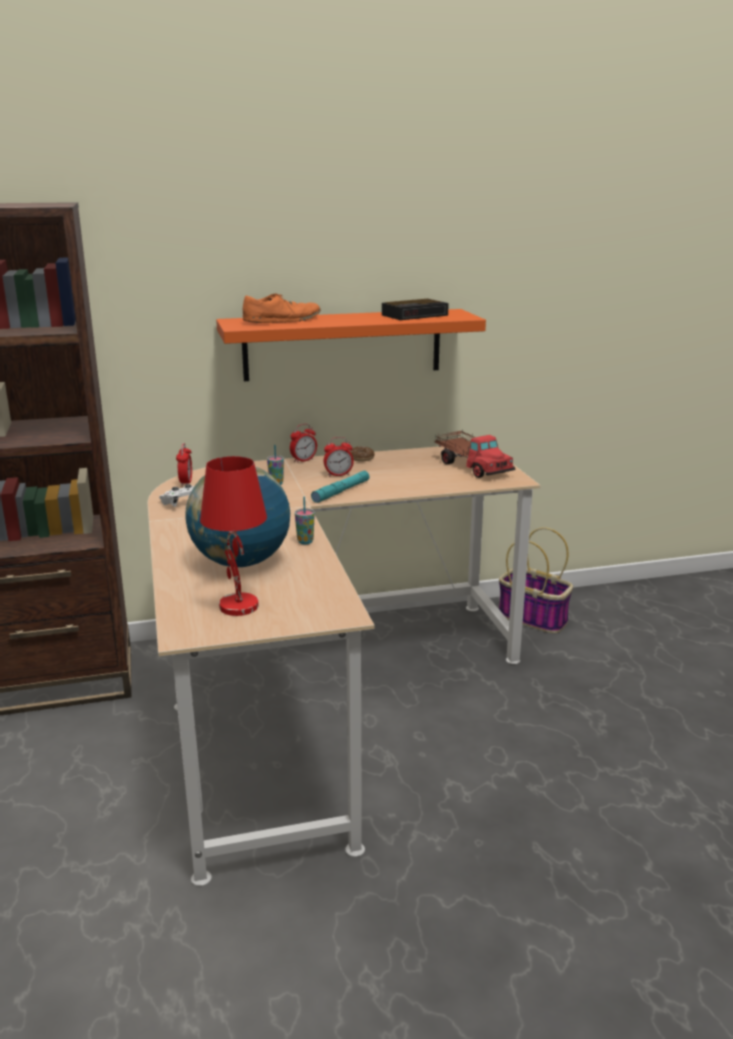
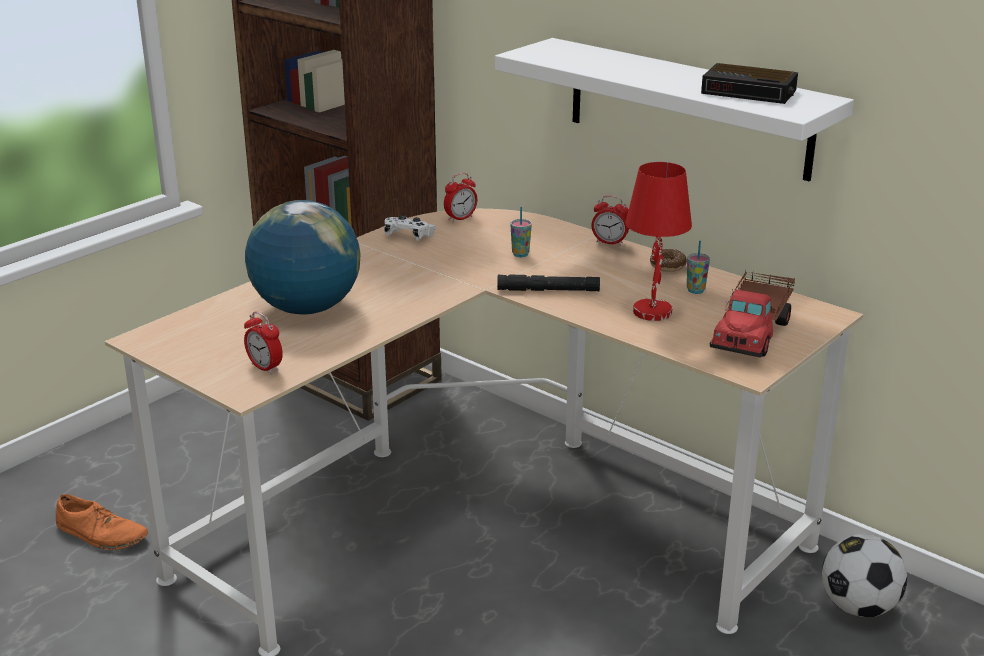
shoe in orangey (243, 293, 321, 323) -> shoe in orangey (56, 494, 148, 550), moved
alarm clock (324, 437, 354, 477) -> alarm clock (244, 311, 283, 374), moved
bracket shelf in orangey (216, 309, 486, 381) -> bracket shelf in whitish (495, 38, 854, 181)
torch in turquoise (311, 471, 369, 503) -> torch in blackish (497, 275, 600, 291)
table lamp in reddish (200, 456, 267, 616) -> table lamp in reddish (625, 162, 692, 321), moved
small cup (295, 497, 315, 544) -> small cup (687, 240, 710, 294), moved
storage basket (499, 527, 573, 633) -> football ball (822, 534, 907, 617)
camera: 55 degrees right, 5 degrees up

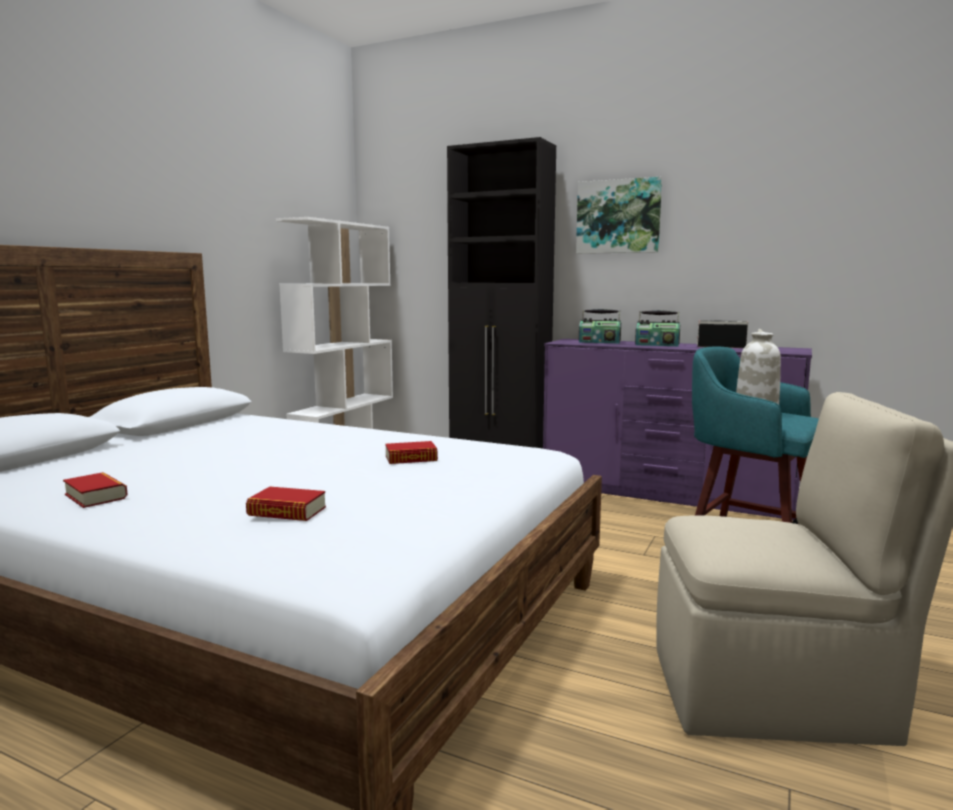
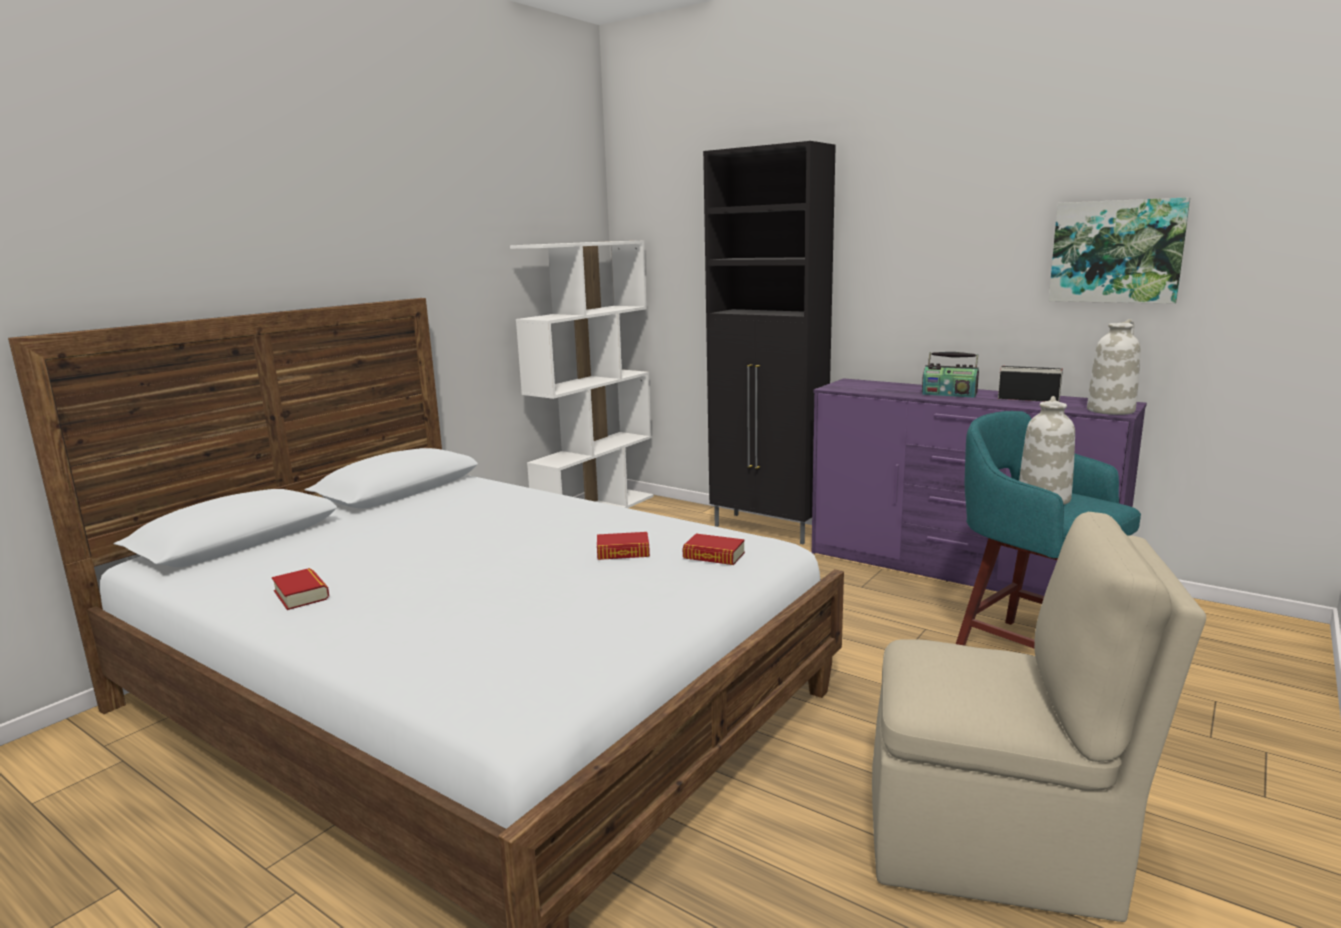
book (246, 487, 326, 521) -> book (683, 534, 745, 565), moved
picture (576, 177, 662, 254) -> picture (1049, 197, 1190, 304), moved
none -> decorative vase in whitish (1087, 319, 1140, 415)
radio (579, 309, 621, 343) -> none
camera: 10 degrees right, 5 degrees up

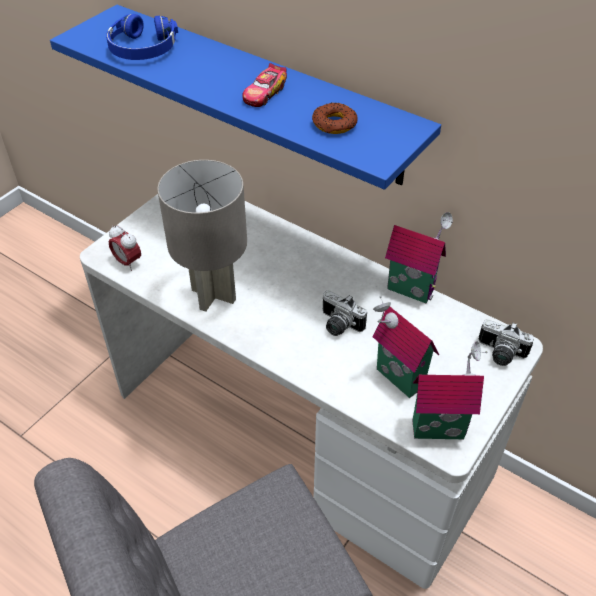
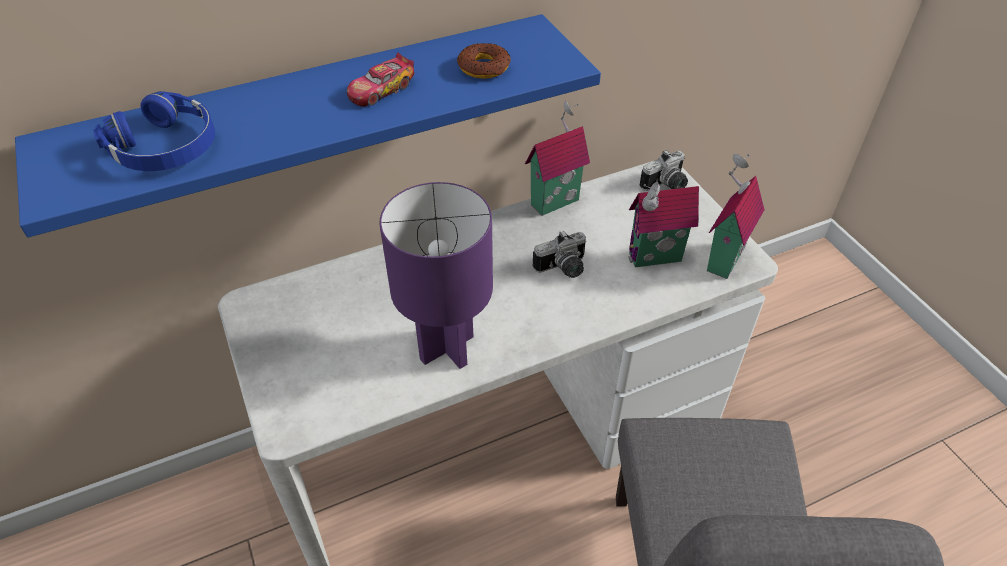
model car (242, 63, 287, 107) -> model car (347, 52, 414, 107), 75 degrees clockwise
table lamp in gray (158, 160, 247, 312) -> table lamp in purple-coloured (380, 182, 493, 369)
alarm clock (109, 225, 141, 271) -> none
camera: 60 degrees left, 0 degrees up

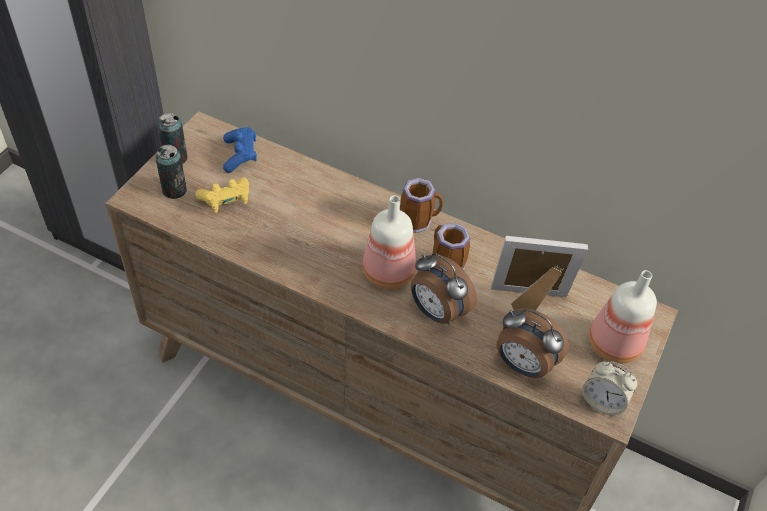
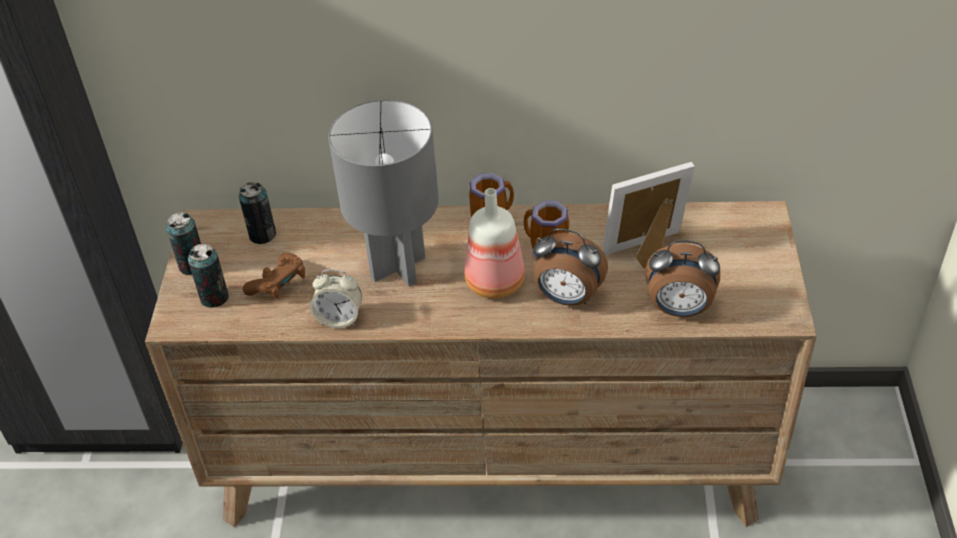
joypad in blue (223, 127, 257, 173) -> can (239, 182, 276, 244)
joypad in yellowish (195, 177, 249, 213) -> joypad in brown-coloured (243, 253, 305, 299)
alarm clock (582, 361, 637, 416) -> alarm clock (310, 269, 362, 328), moved
none -> table lamp in gray (328, 100, 439, 286)
bottle (589, 270, 657, 364) -> none
camera: 20 degrees left, 5 degrees down

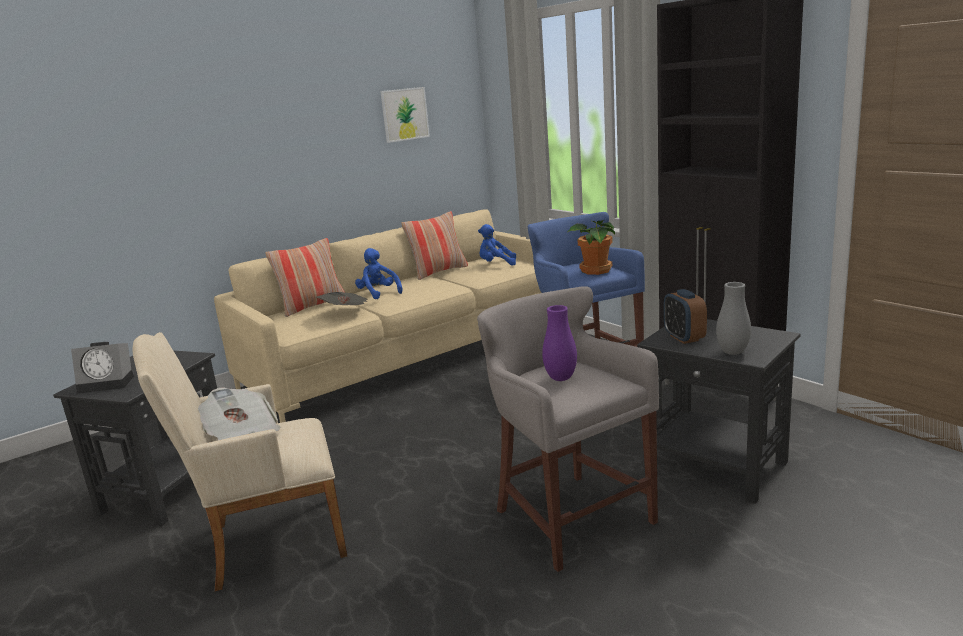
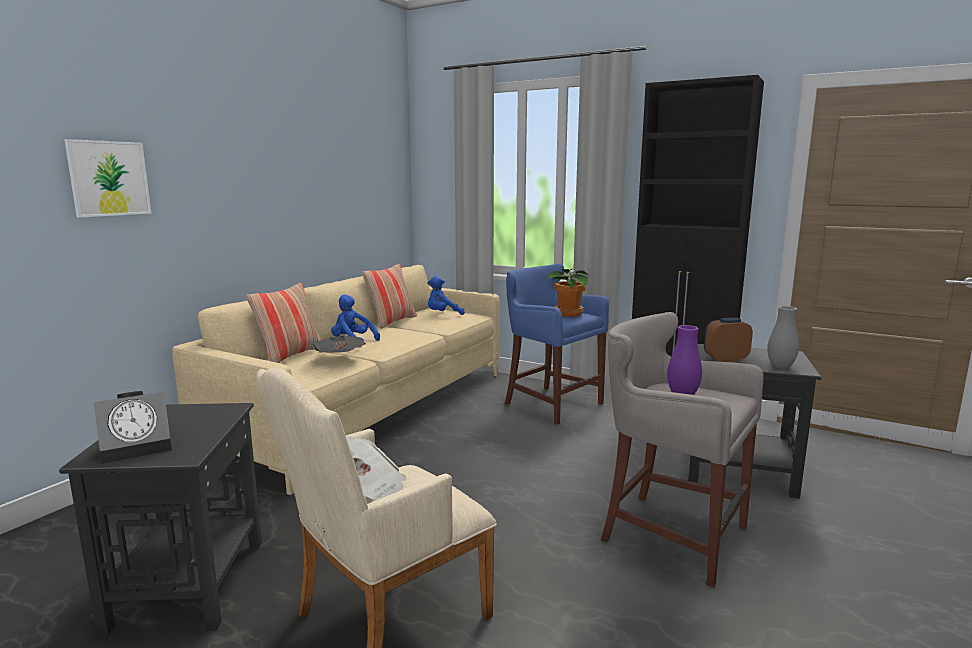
picture (380, 87, 430, 143) -> picture (64, 139, 152, 218), moved
alarm clock (664, 289, 707, 344) -> alarm clock (704, 318, 753, 362), 120 degrees clockwise
camera: 25 degrees left, 5 degrees down

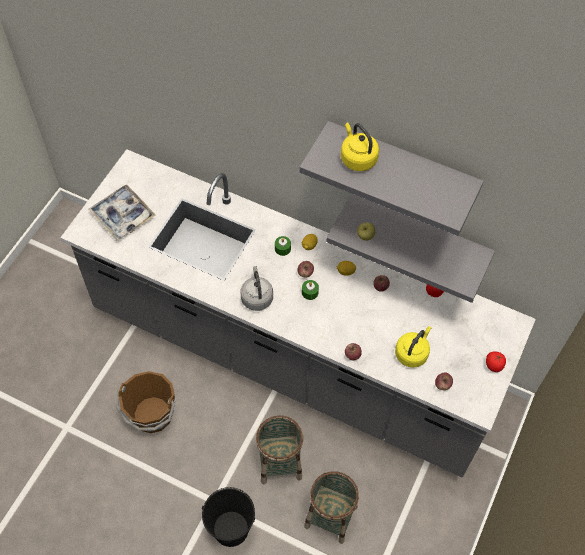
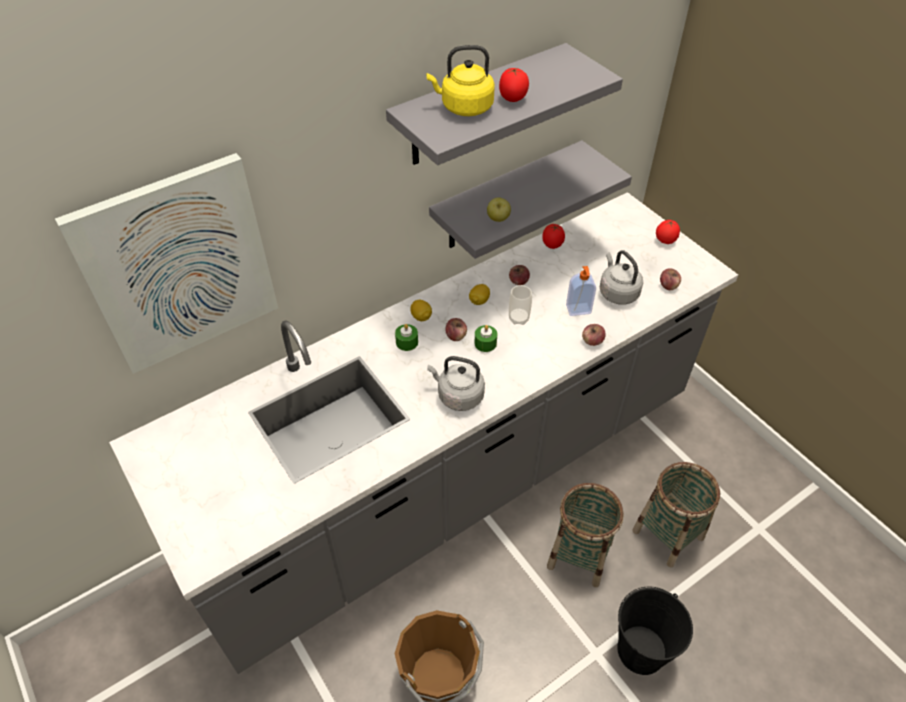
none -> picture (55, 153, 278, 374)
none -> tomato (499, 68, 529, 102)
none -> small cup (509, 285, 532, 325)
none -> soap bottle (566, 266, 596, 316)
tea kettle in yellowish (395, 326, 431, 368) -> tea kettle in gray (600, 250, 643, 305)
serving tray (88, 185, 156, 240) -> none
camera: 60 degrees left, 10 degrees down

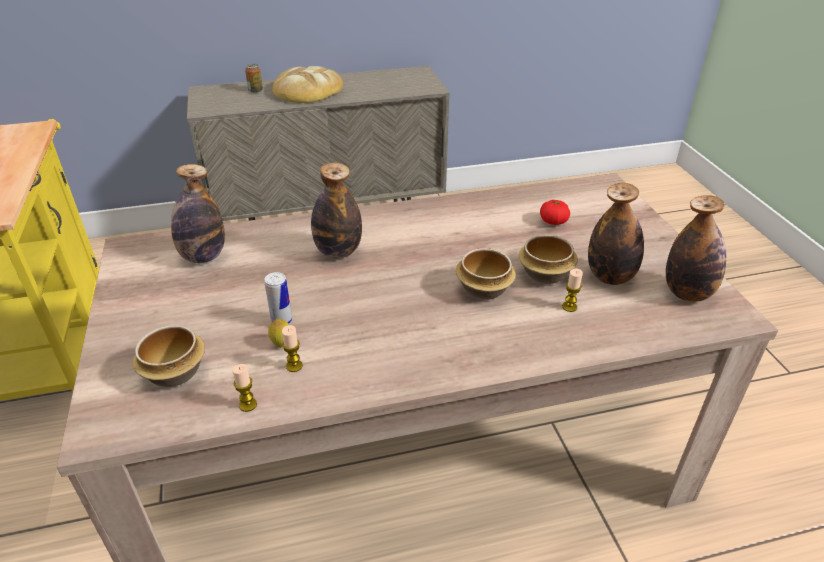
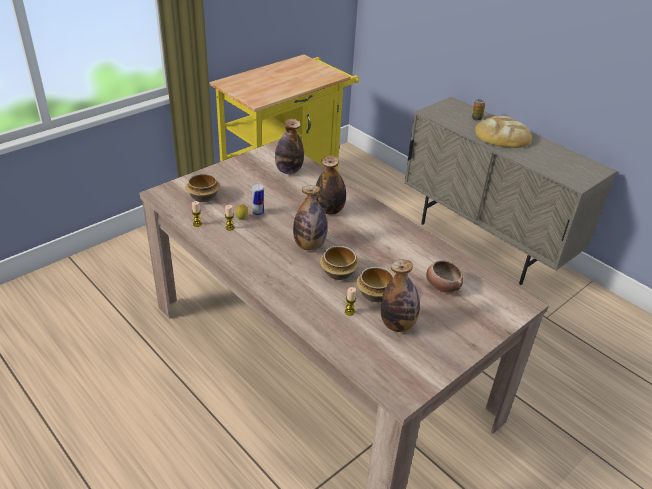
bottle (666, 195, 726, 302) -> bottle (293, 185, 327, 251), moved
tomato (540, 200, 570, 225) -> bowl (426, 260, 463, 293)
camera: 60 degrees right, 0 degrees up

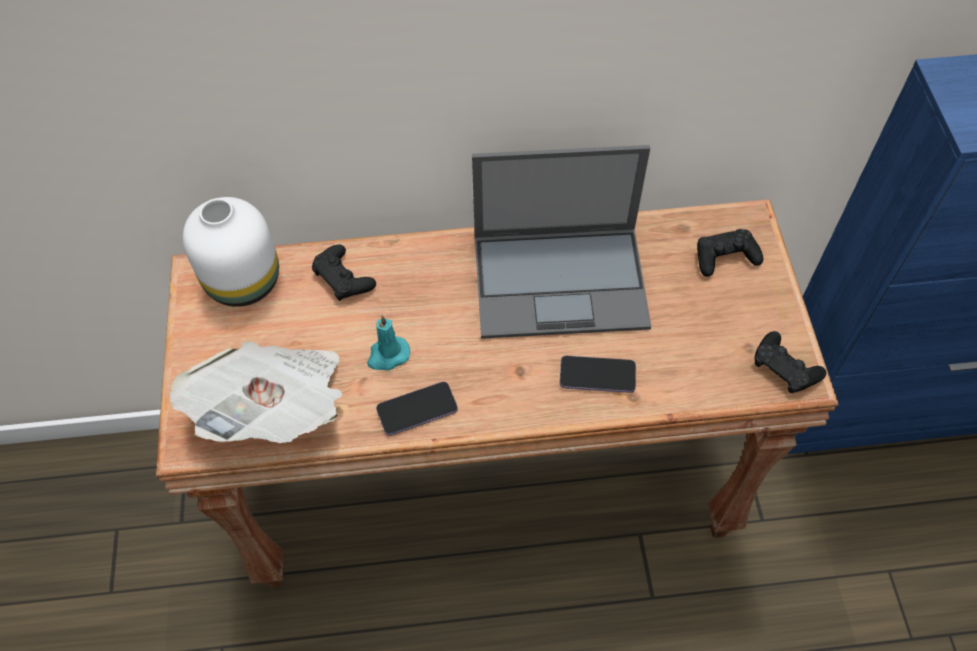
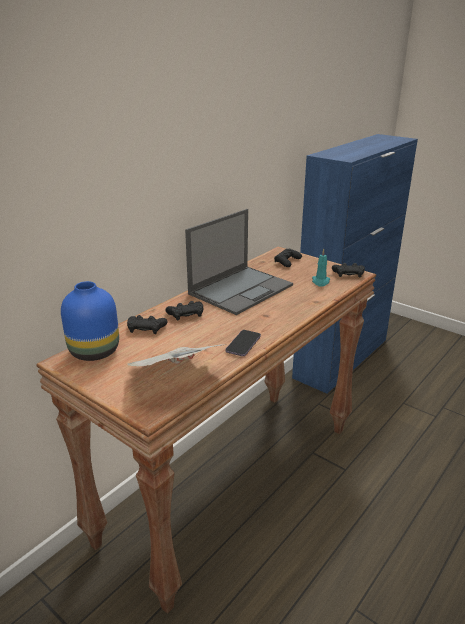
decorative vase in whitish (183, 197, 279, 307) -> decorative vase in blue (61, 281, 119, 361)
none -> joypad in blackish (166, 301, 204, 321)
candle in turquoise (367, 315, 410, 371) -> candle in turquoise (312, 249, 330, 287), moved
phone (560, 356, 636, 393) -> none
camera: 45 degrees left, 30 degrees down

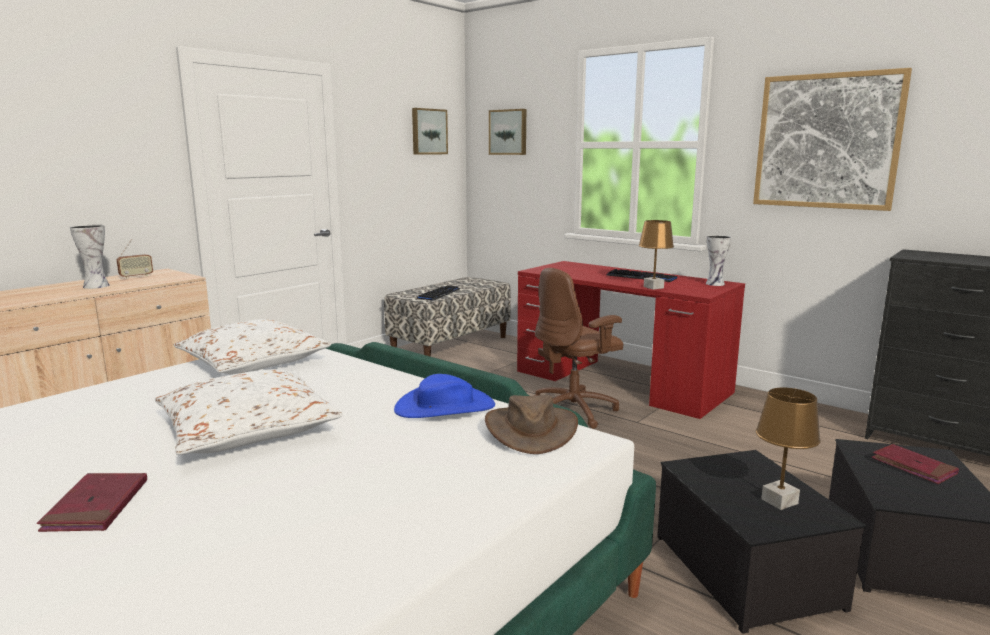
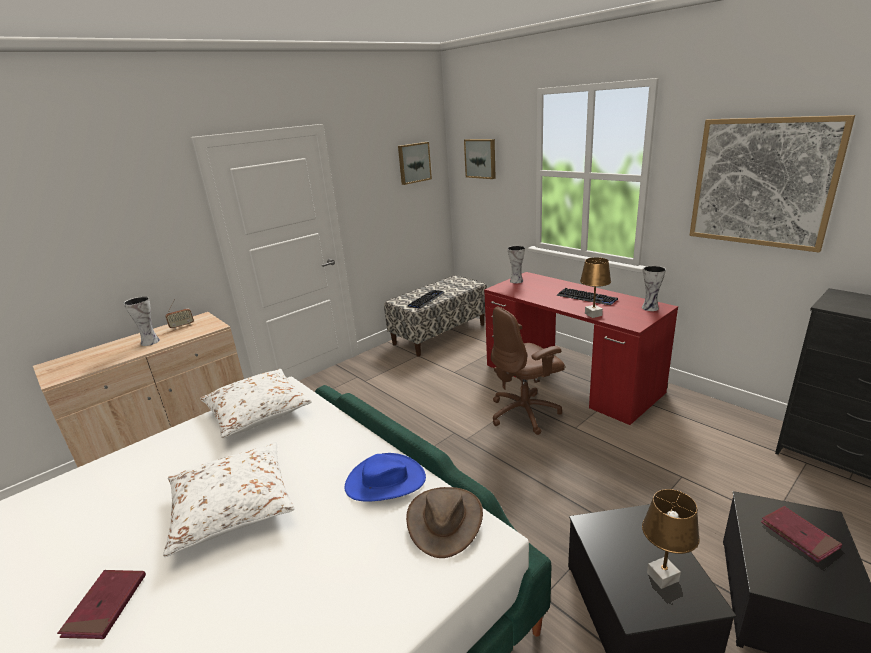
none -> decorative vase (508, 246, 525, 283)
camera: 10 degrees right, 10 degrees up

